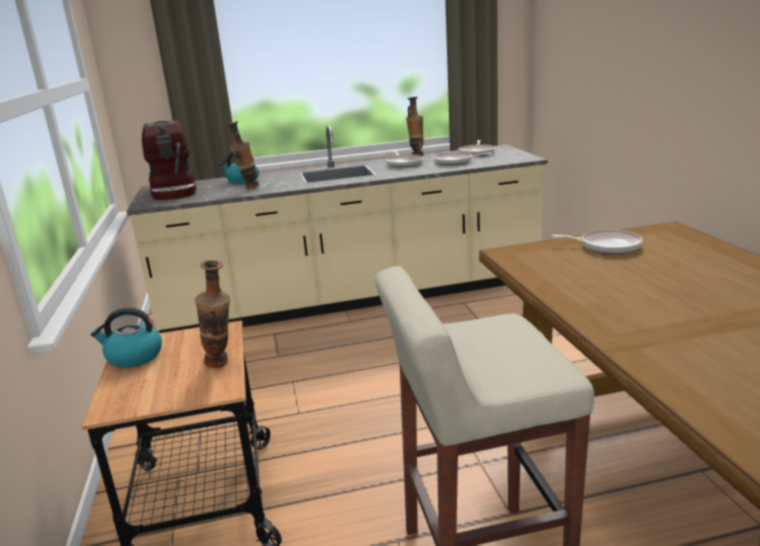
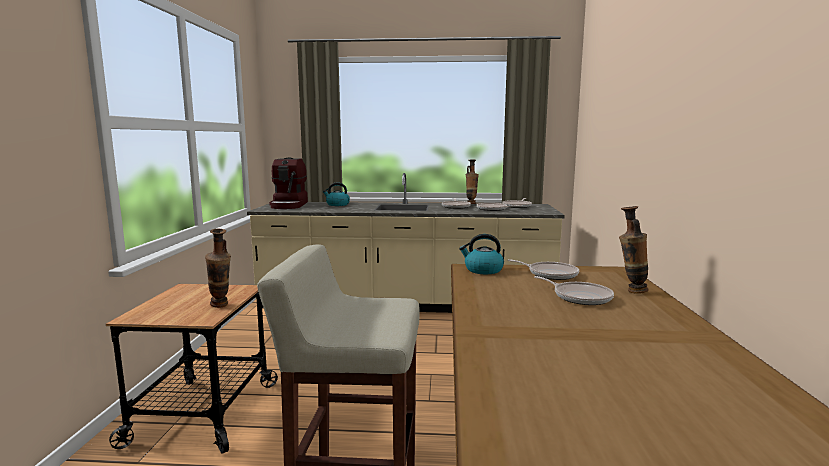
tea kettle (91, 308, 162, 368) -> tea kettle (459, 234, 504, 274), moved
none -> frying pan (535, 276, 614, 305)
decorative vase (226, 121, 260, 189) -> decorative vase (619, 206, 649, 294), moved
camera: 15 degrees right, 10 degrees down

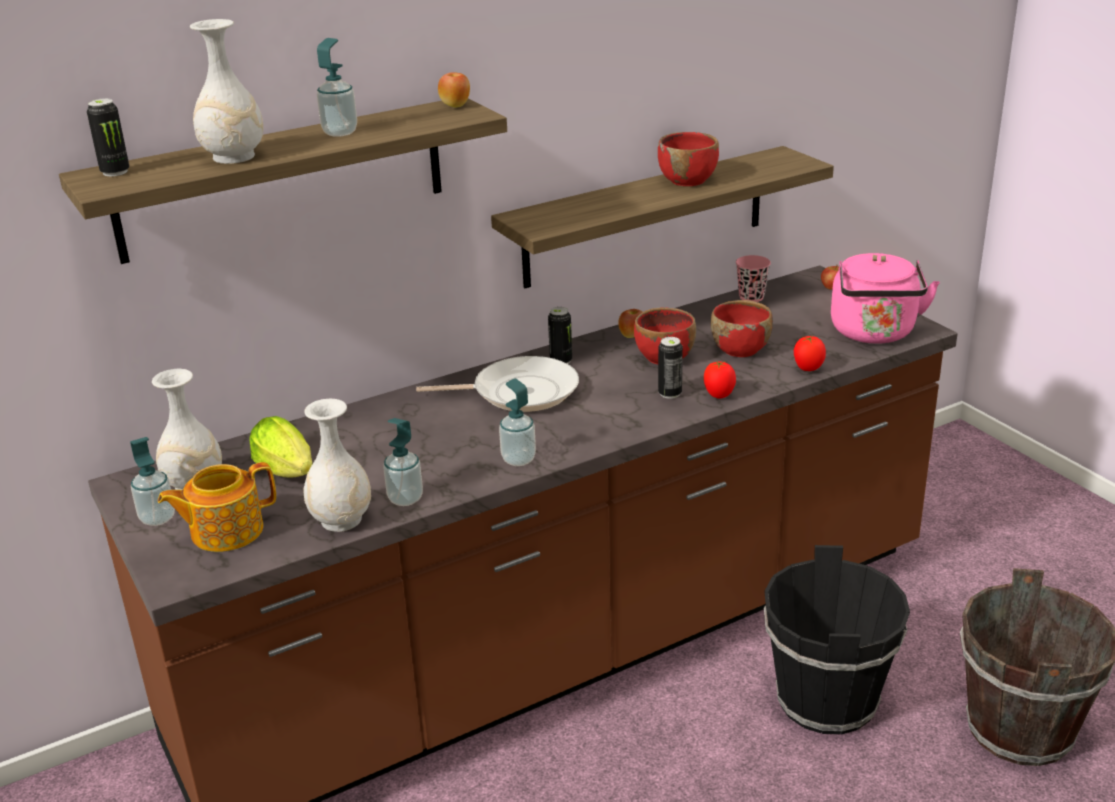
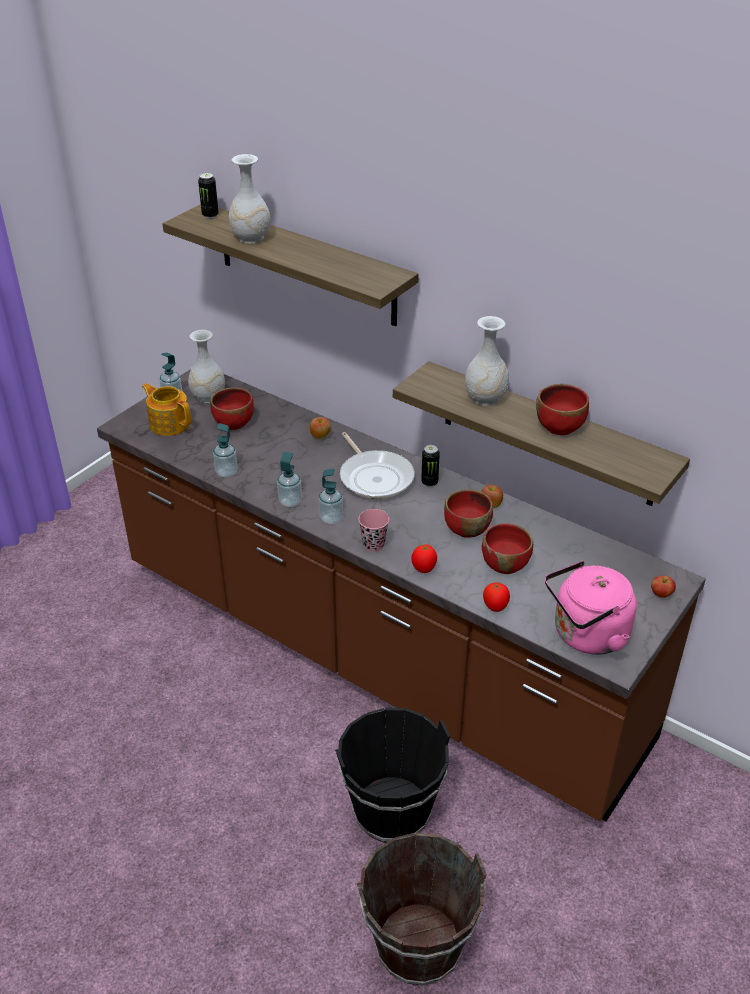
lettuce (249, 416, 312, 478) -> bowl in reddish (210, 387, 254, 430)
whole apple (438, 72, 470, 107) -> whole apple (310, 417, 331, 439), moved
soap bottle (317, 38, 357, 137) -> soap bottle (319, 469, 343, 524), moved
small cup in pink (736, 255, 771, 302) -> small cup in pink (358, 509, 389, 551), moved
decorative vase in whitish (303, 398, 371, 532) -> decorative vase in whitish (465, 316, 509, 405), moved
can (658, 337, 683, 399) -> none
camera: 65 degrees right, 10 degrees up

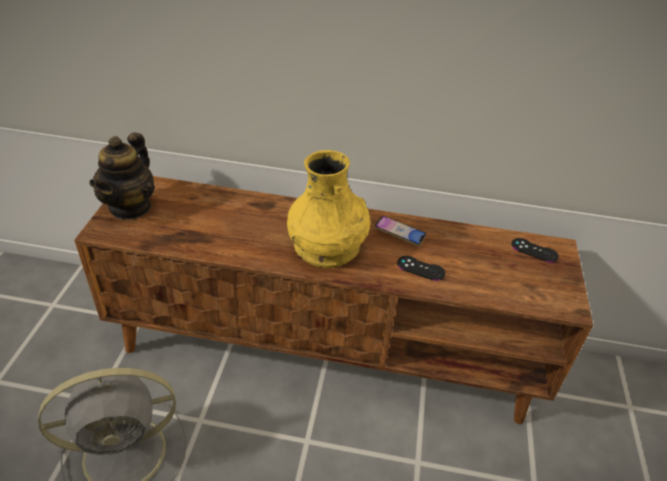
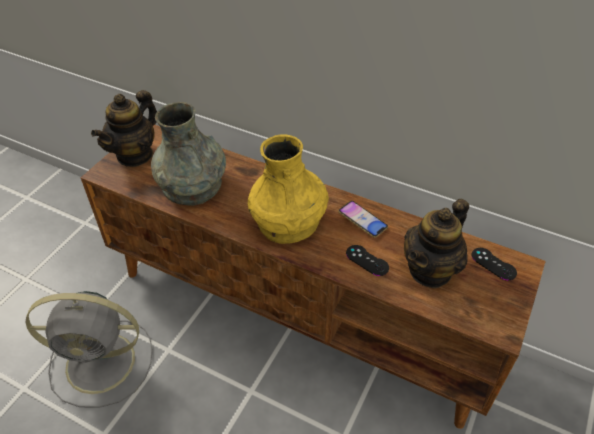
none -> decorative vase in gray (151, 102, 226, 206)
none -> tea pot (404, 199, 469, 289)
camera: 20 degrees right, 5 degrees up

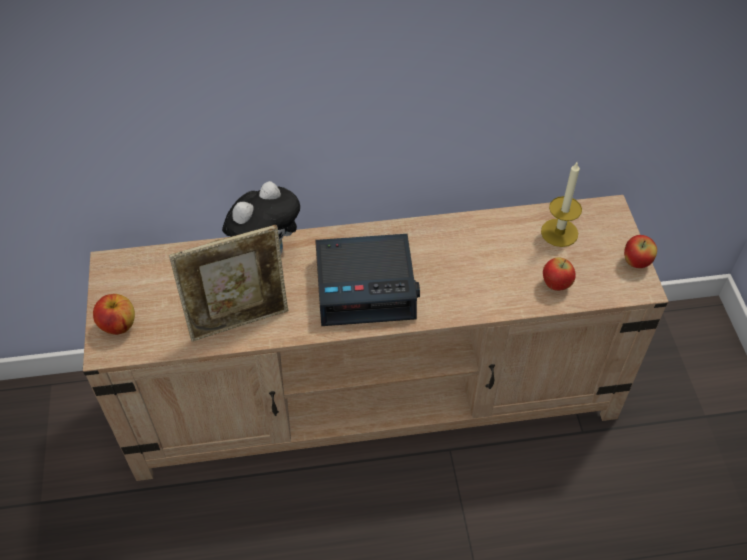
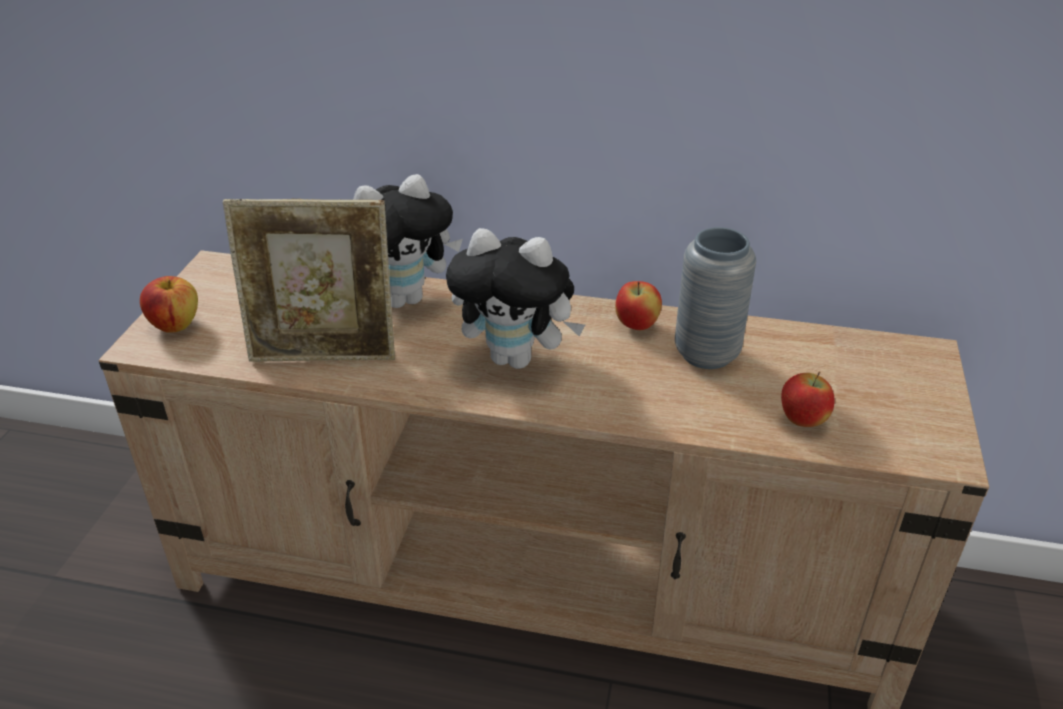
alarm clock (315, 234, 420, 326) -> soft toy (446, 228, 585, 369)
whole apple (624, 235, 657, 268) -> whole apple (615, 281, 662, 330), moved
none -> decorative vase in gray (675, 227, 756, 369)
candle (541, 162, 582, 247) -> none
camera: 20 degrees right, 15 degrees down

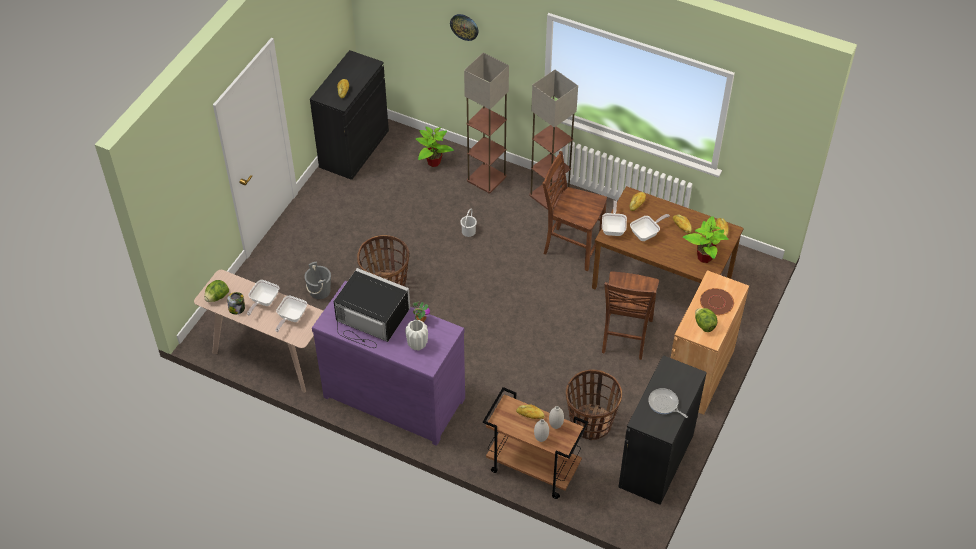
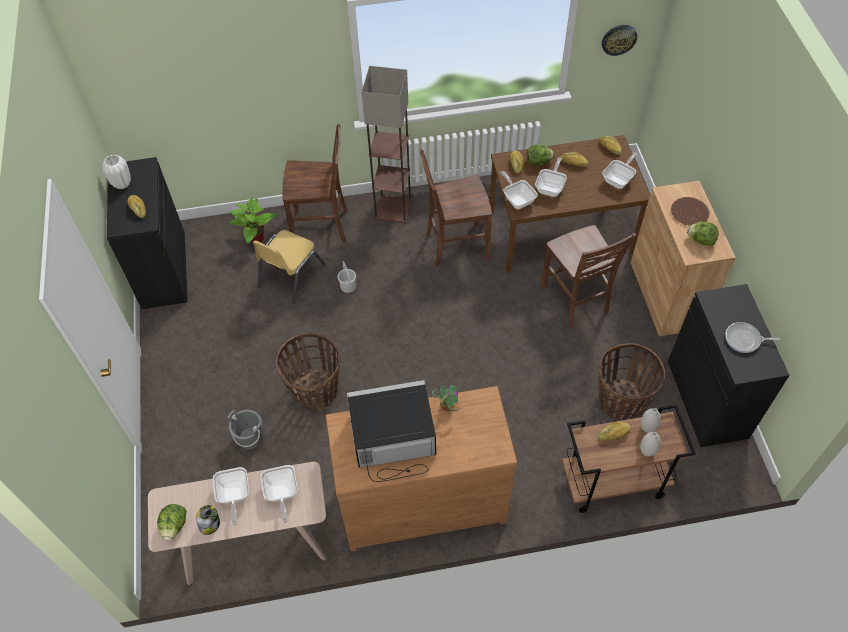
decorative vase in whitish (405, 320, 428, 351) -> decorative vase in whitish (102, 155, 131, 189), moved
none -> upright chair in yellowish (253, 230, 326, 304)
standing lamp (464, 52, 509, 194) -> upright chair in brown-coloured (282, 124, 348, 242)
drawer chest in purple-coloured (312, 281, 465, 446) -> drawer chest in brown-coloured (326, 386, 517, 551)
none -> lettuce (527, 144, 554, 165)
wall clock (450, 14, 479, 41) -> wall clock (602, 25, 637, 56), moved
houseplant (683, 217, 728, 263) -> frying pan (603, 152, 638, 189)
camera: 35 degrees left, 5 degrees up

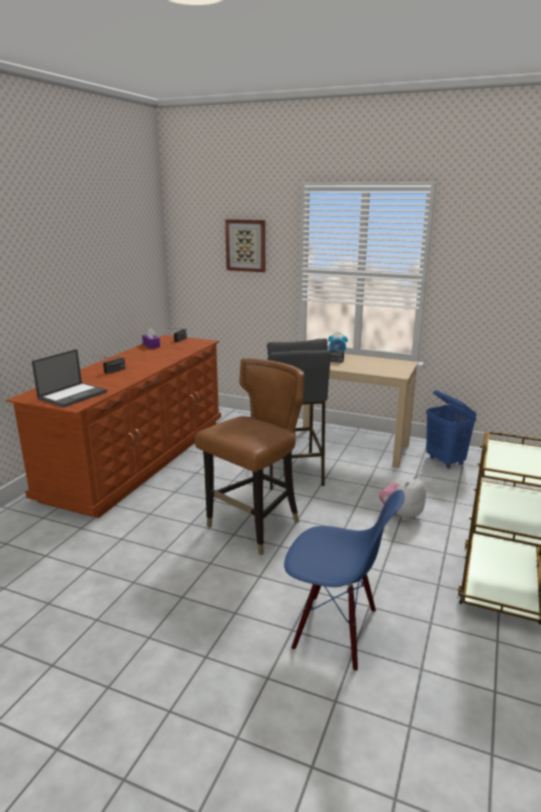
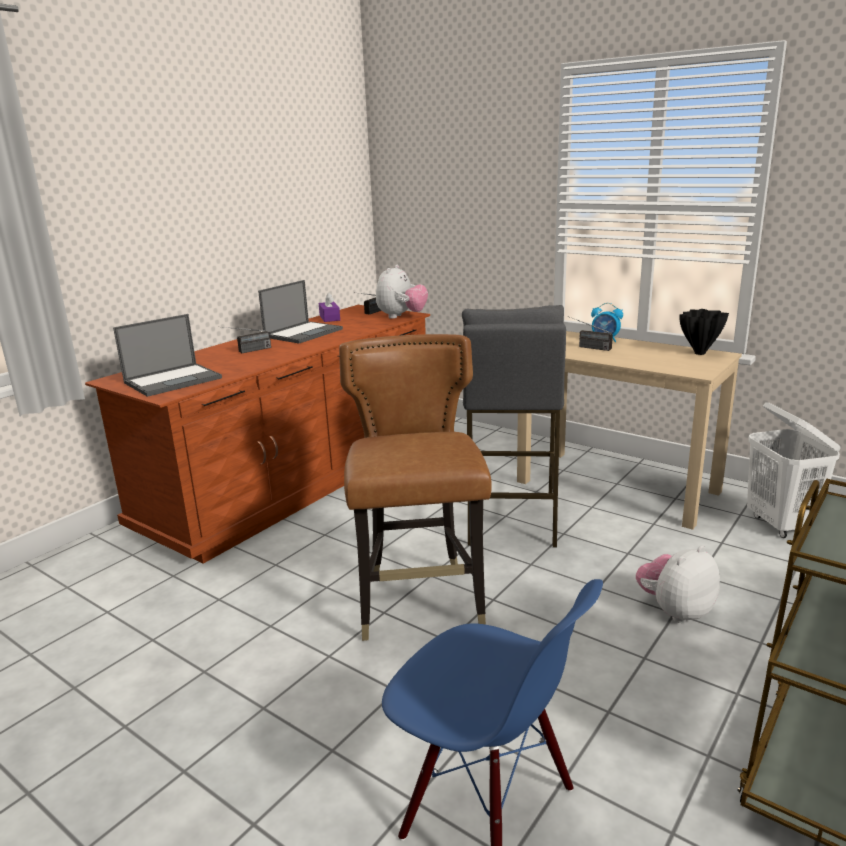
none -> notebook computer (258, 280, 343, 343)
upright chair in brown-coloured (195, 358, 304, 556) -> upright chair in brown-coloured (339, 334, 492, 641), 60 degrees counterclockwise
none -> soft toy (376, 265, 428, 319)
none -> decorative vase in blackish (679, 309, 729, 355)
laundry basket in blue (426, 390, 477, 469) -> laundry basket in whitish (747, 402, 841, 538)
picture (225, 219, 265, 272) -> none
camera: 15 degrees right, 0 degrees up

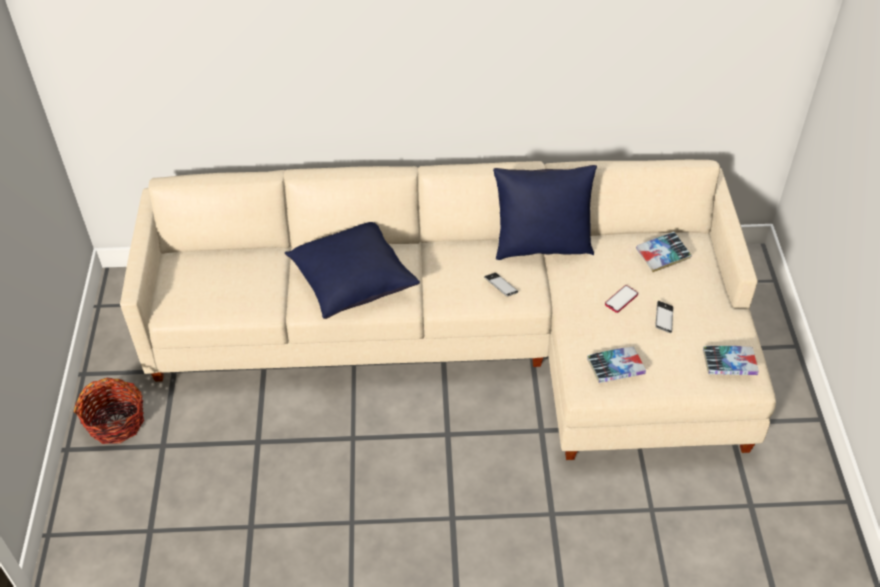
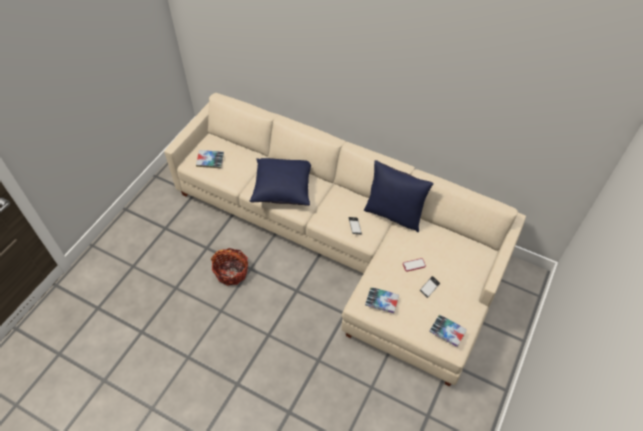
book (636, 232, 692, 272) -> book (196, 150, 224, 168), moved
storage basket (74, 378, 144, 444) -> storage basket (211, 248, 248, 286), moved
camera: 30 degrees right, 5 degrees up

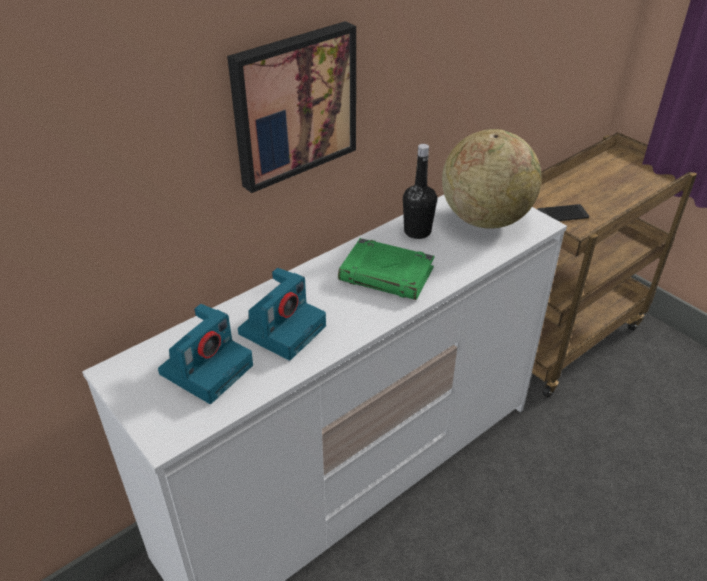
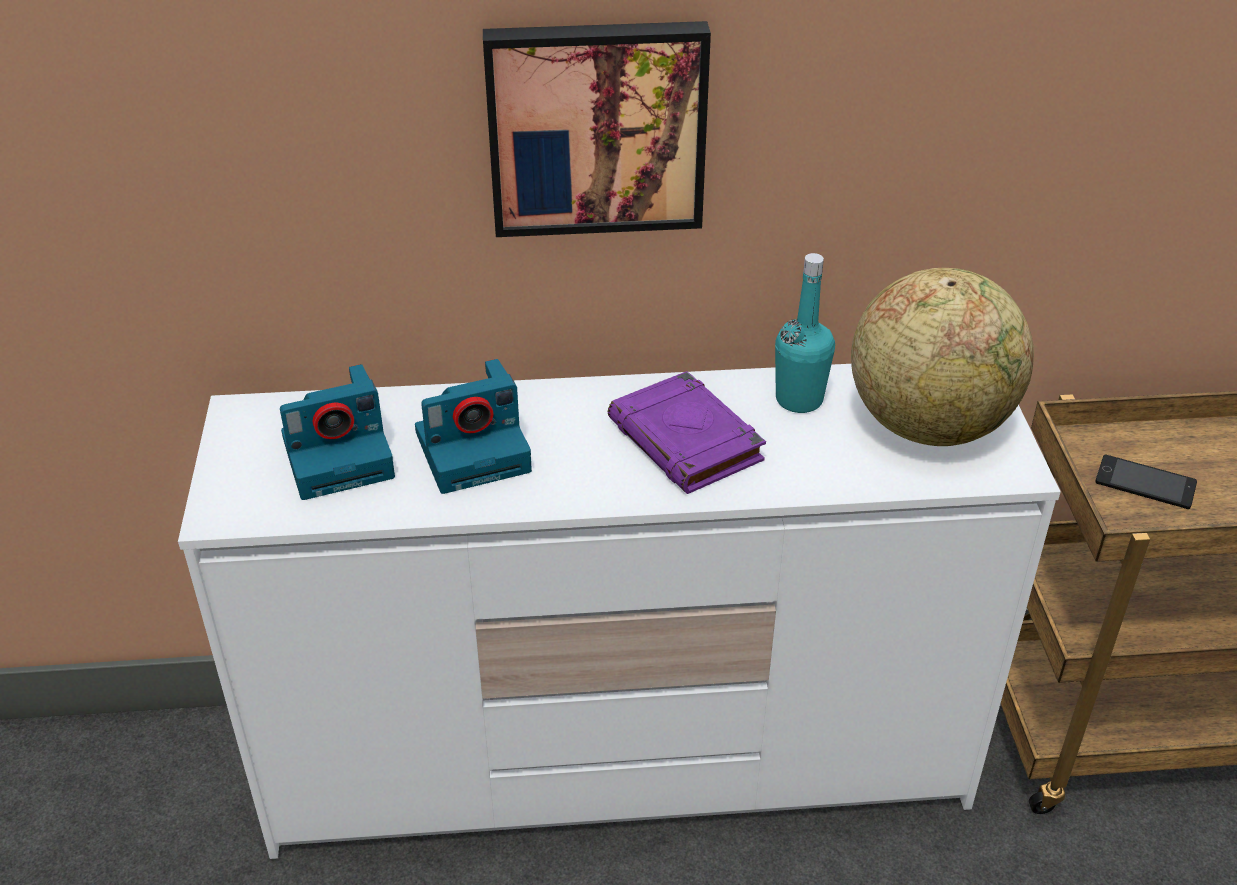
book in green-coloured (338, 238, 435, 300) -> book in purple-coloured (608, 371, 766, 494)
bottle in blackish (403, 144, 437, 239) -> bottle in turquoise (775, 253, 835, 413)
camera: 35 degrees right, 0 degrees up

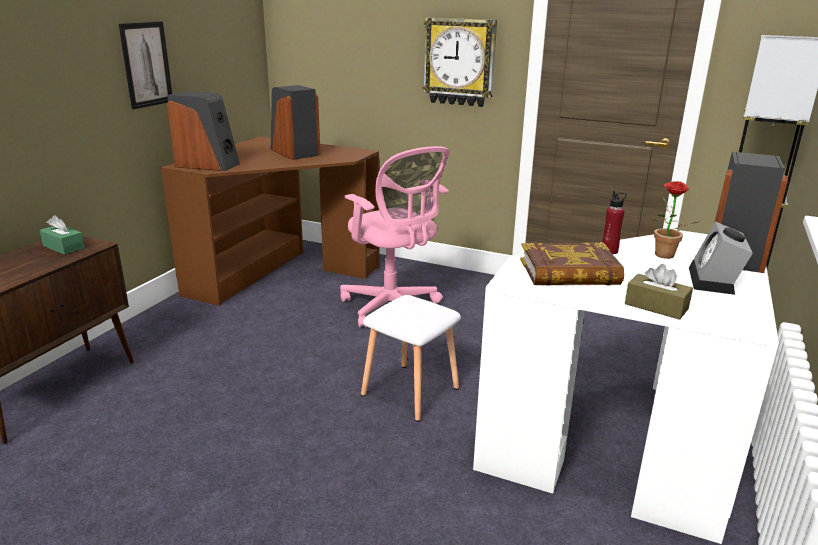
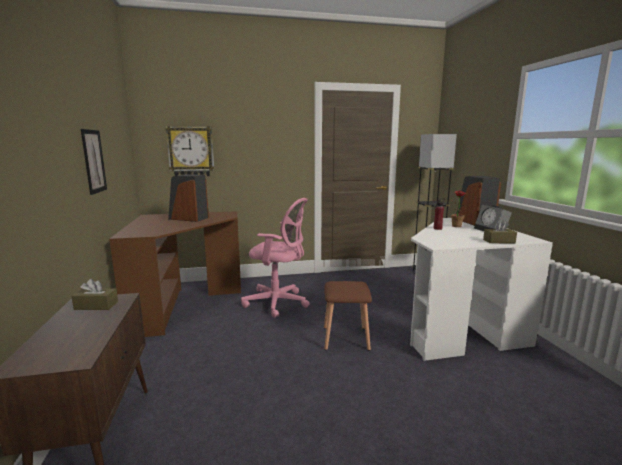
tissue holder in green-coloured (40, 215, 85, 255) -> tissue holder in brown-coloured (71, 279, 118, 310)
wall clock (423, 18, 497, 107) -> wall clock (166, 126, 214, 176), moved
stool in whitish (361, 295, 461, 422) -> stool in brown-coloured (324, 281, 372, 351)
audio speaker (167, 91, 240, 171) -> none
book (520, 242, 624, 285) -> none
camera: 35 degrees left, 10 degrees down

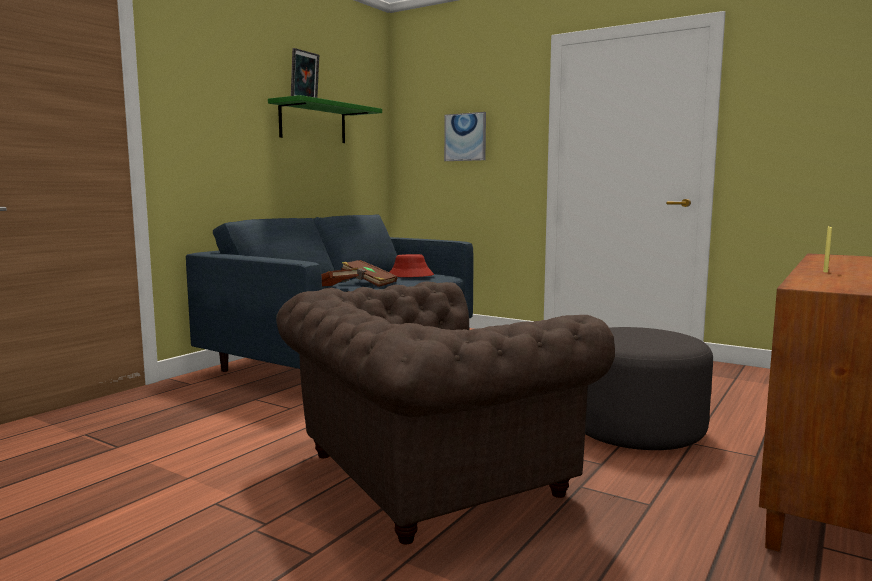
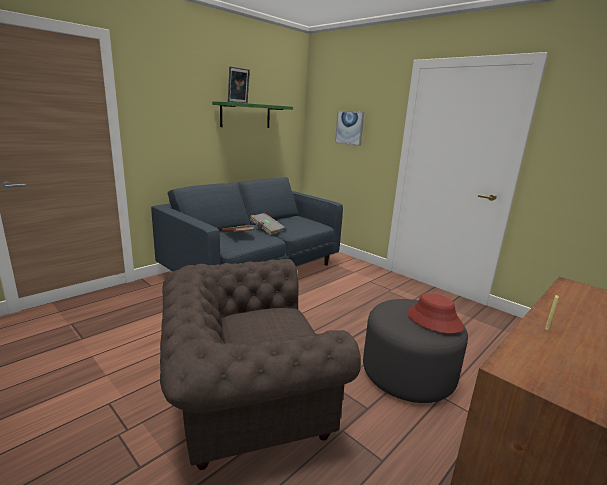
book in brown-coloured (341, 260, 398, 287) -> book in gray (250, 213, 285, 235)
hat in reddish (389, 254, 434, 277) -> hat in reddish (407, 293, 464, 333), moved
camera: 10 degrees right, 10 degrees up

